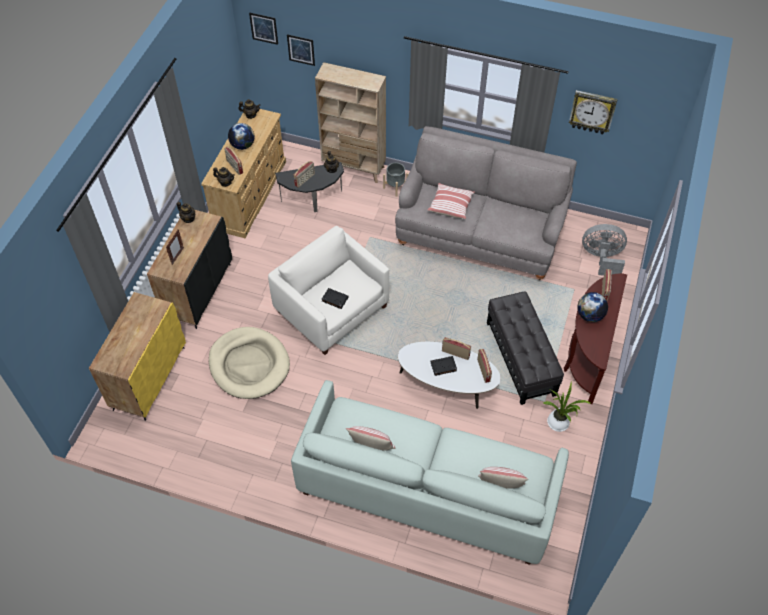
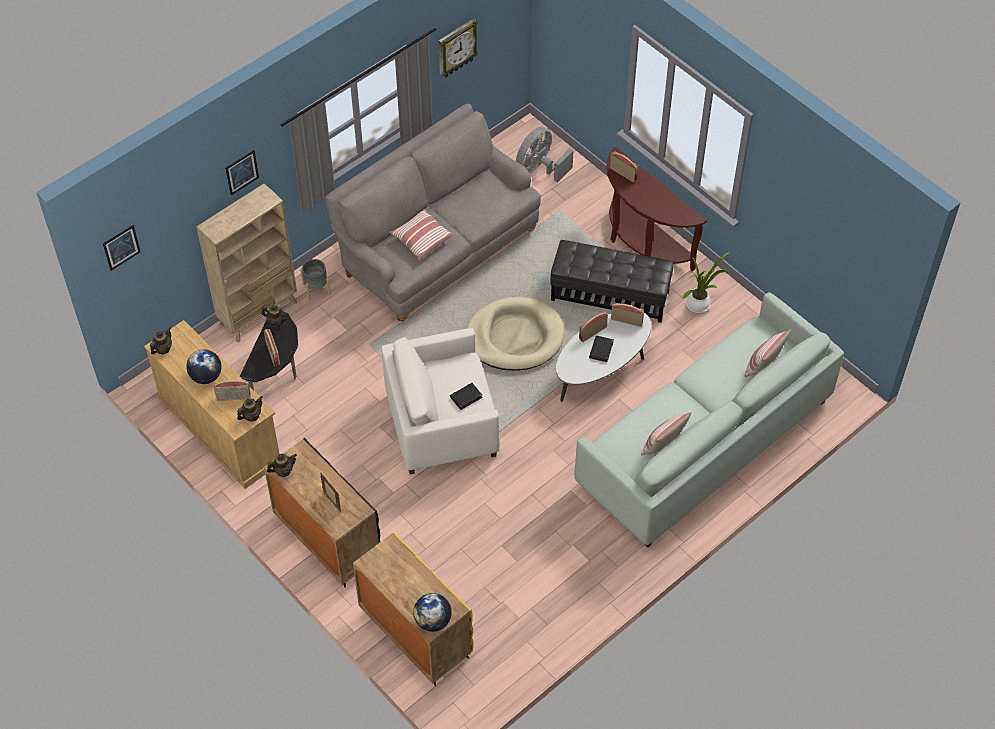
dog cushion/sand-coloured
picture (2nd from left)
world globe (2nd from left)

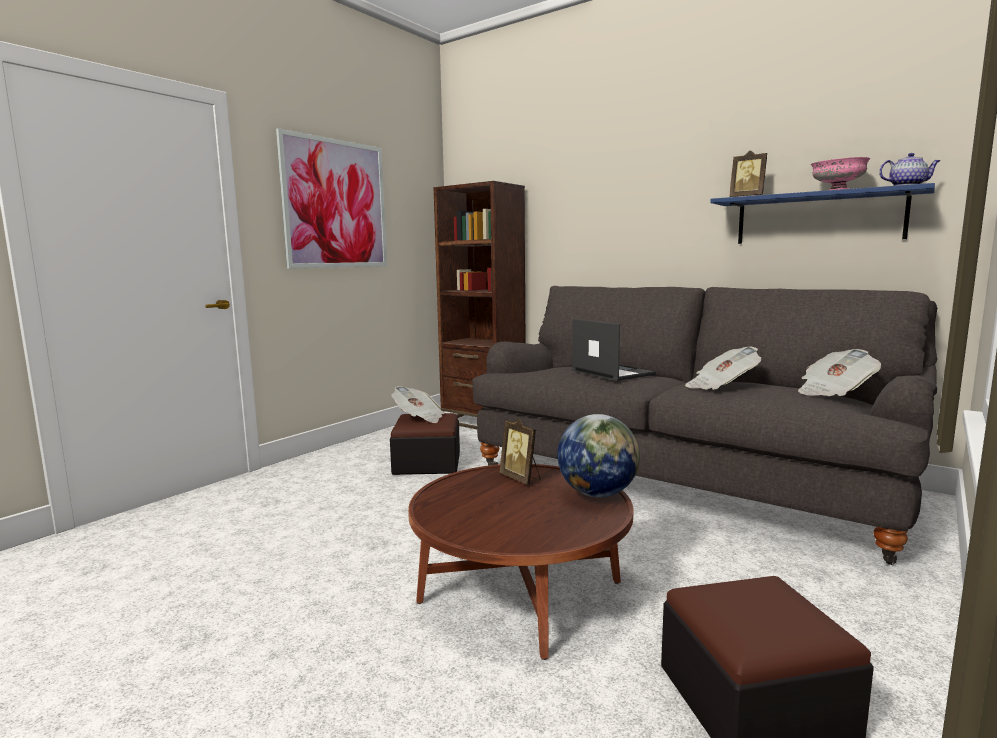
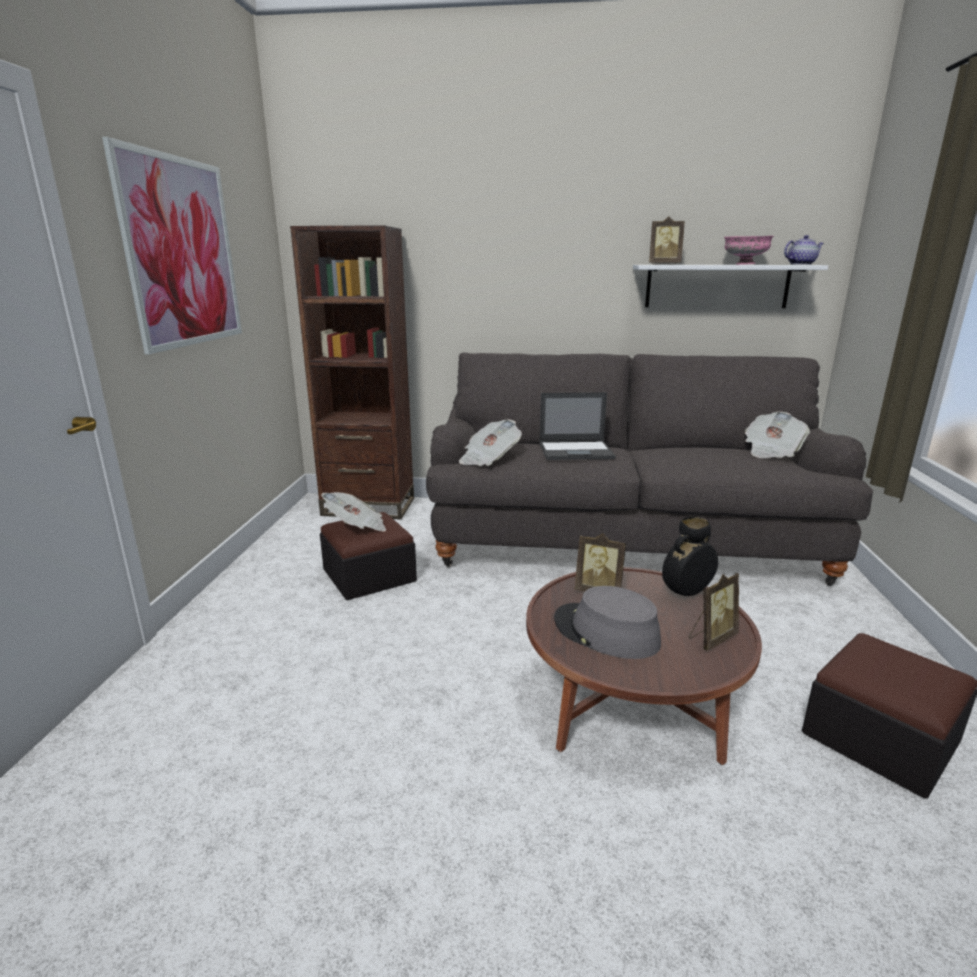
wearable hat/grey
picture frame (3rd from left)
newspaper (2nd from left)
decorative vase/blackish
bracket shelf/whitish
laptop

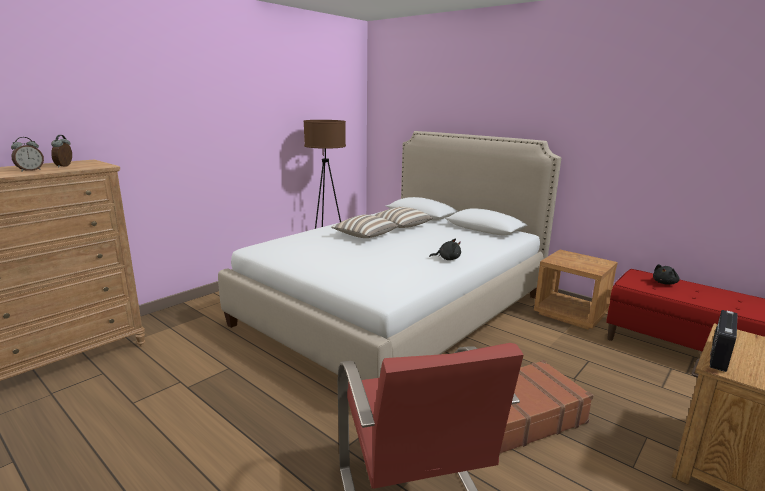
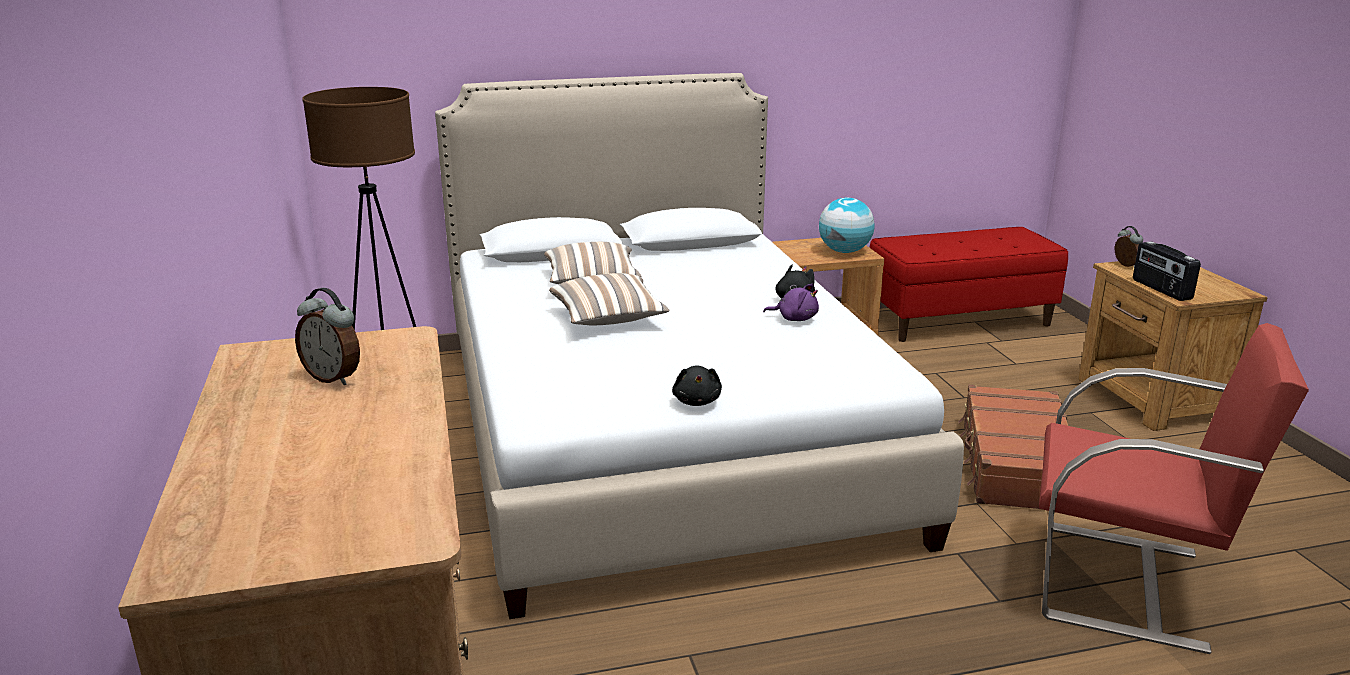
soft toy/purple
world globe
alarm clock (2nd from left)
soft toy/blackish (1st from left)

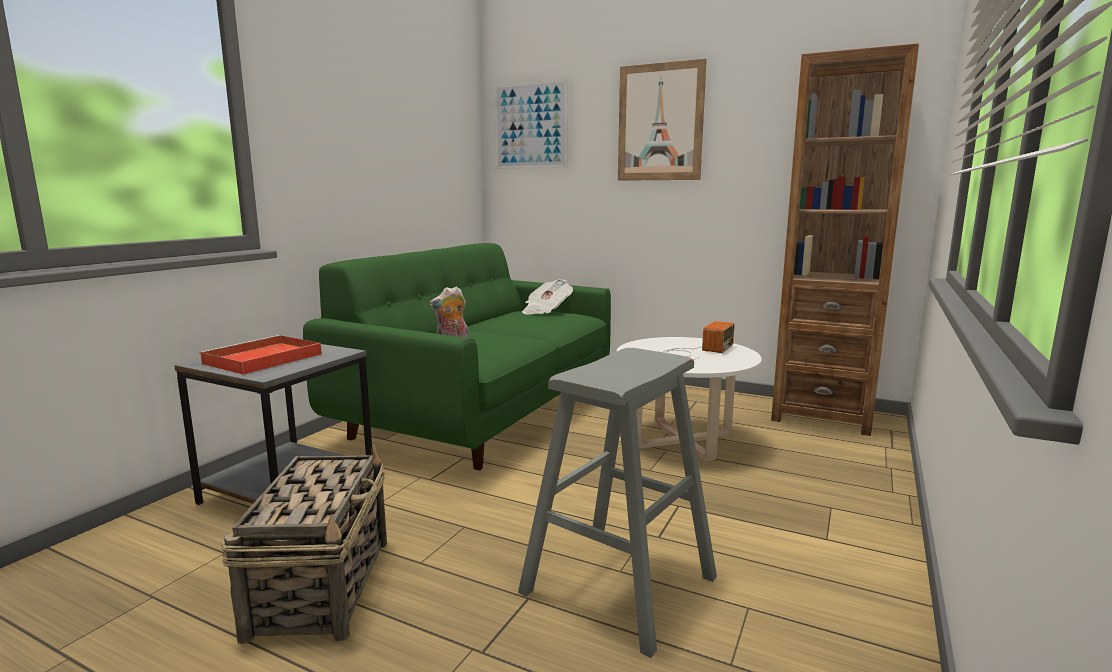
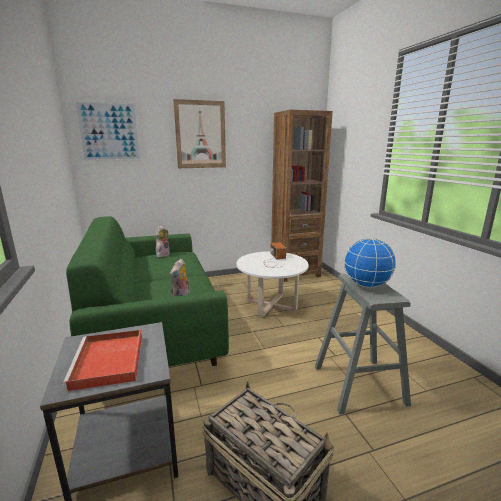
world globe
soft toy (1st from left)

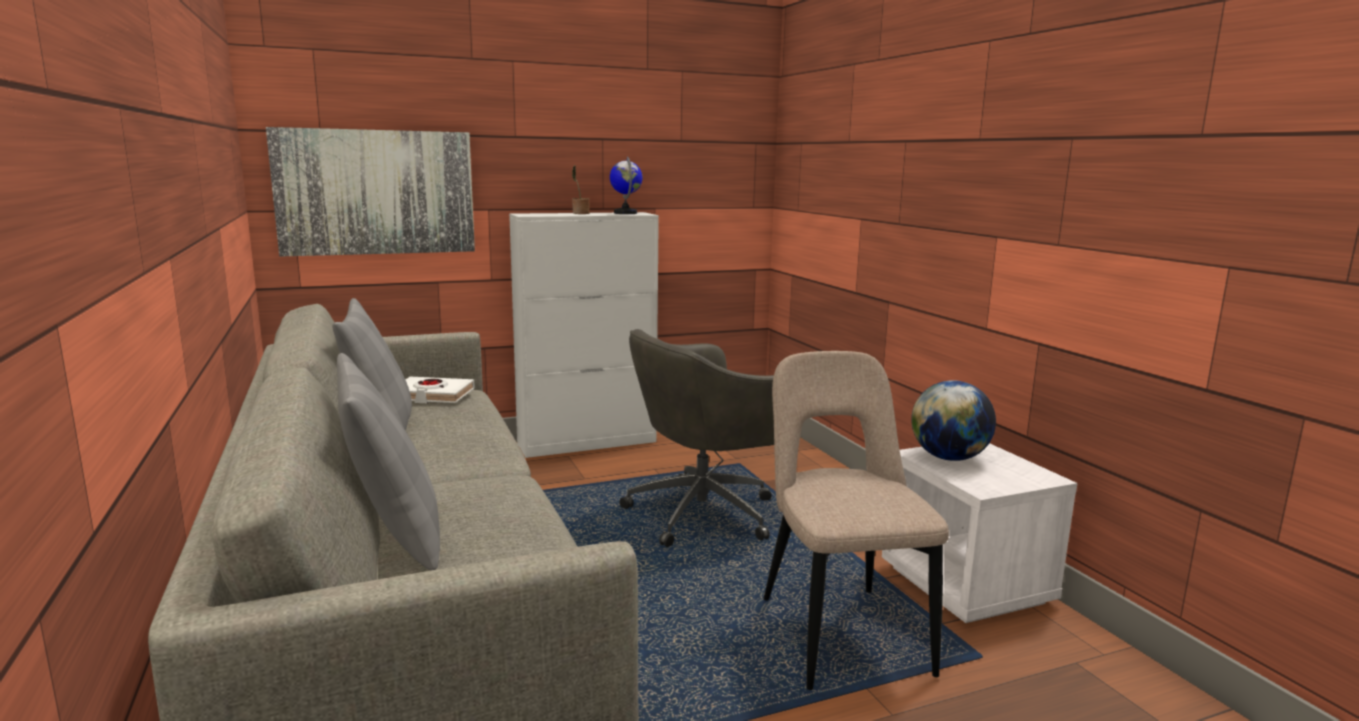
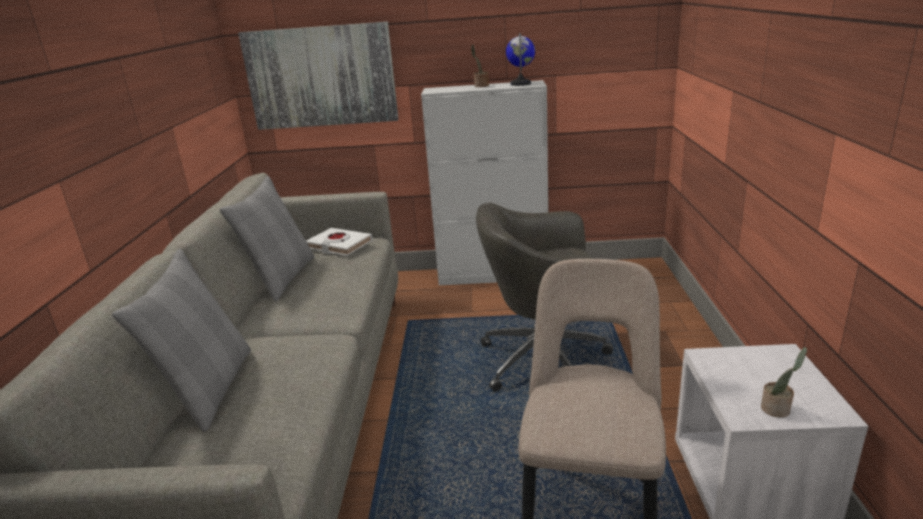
world globe (2nd from left in the first image)
plant in a pot (2nd from left)

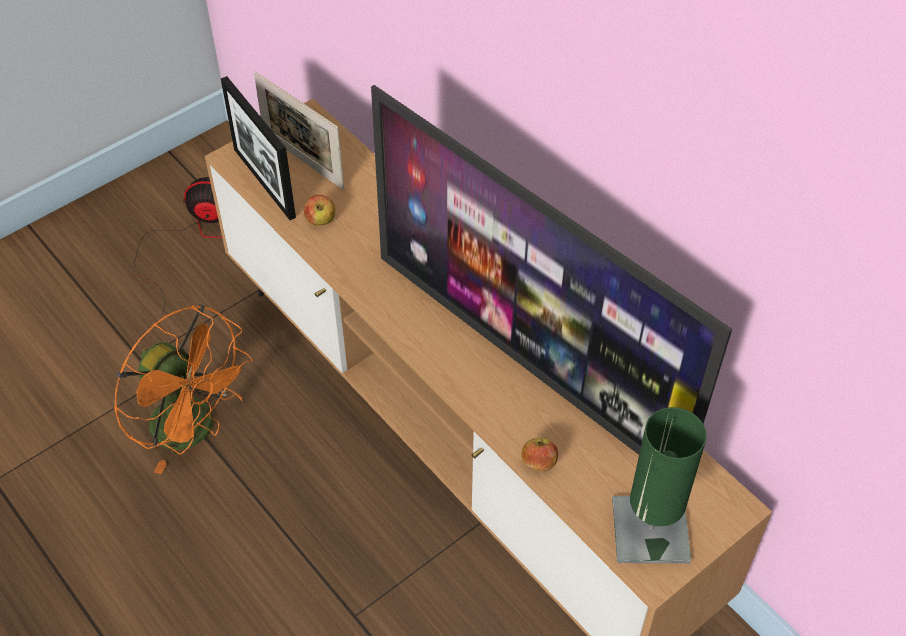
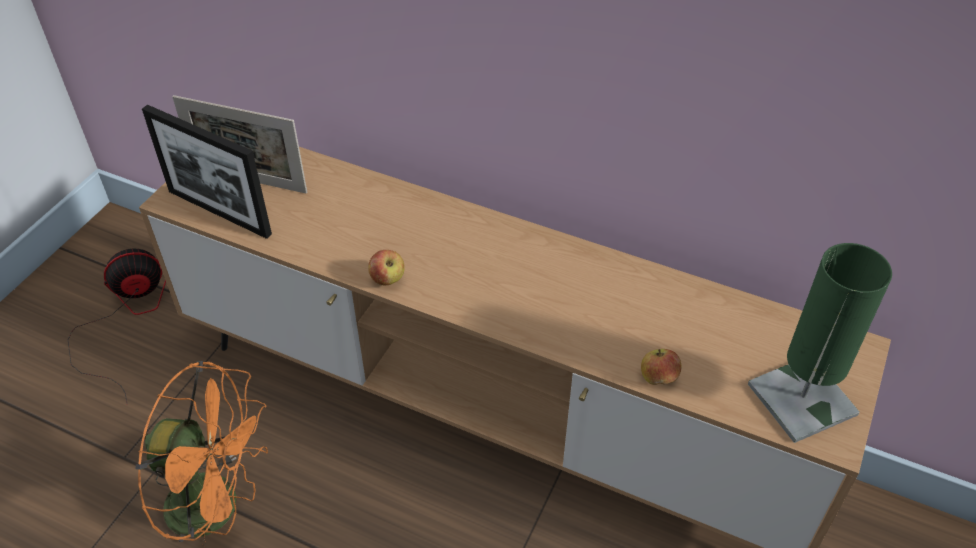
TV
whole apple (1st from left)

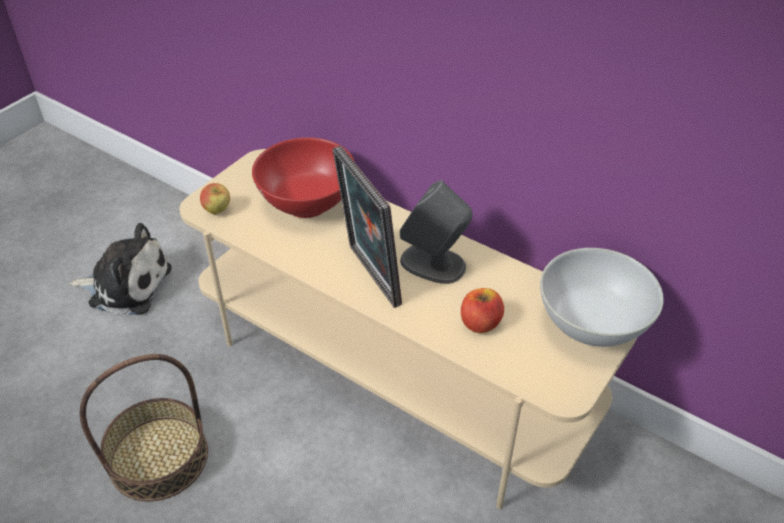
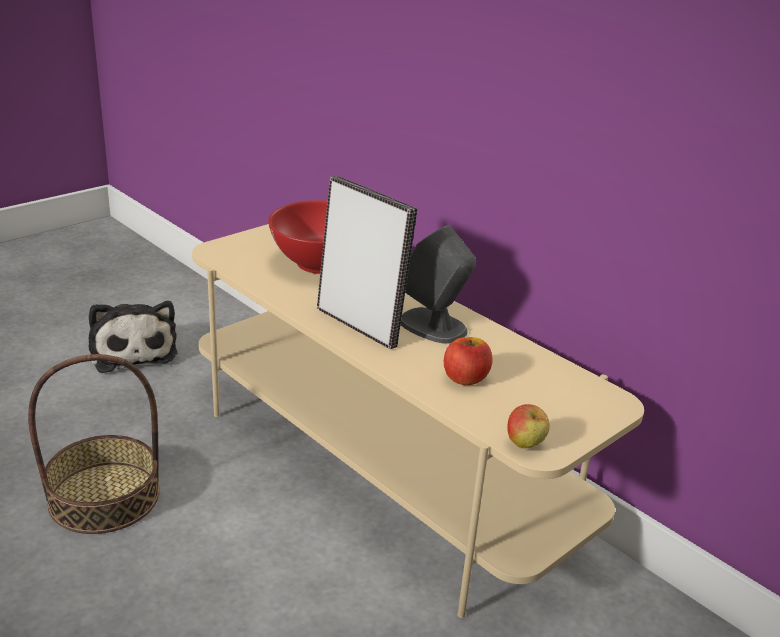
serving bowl/whitish
whole apple (2nd from left)
soft toy
picture frame

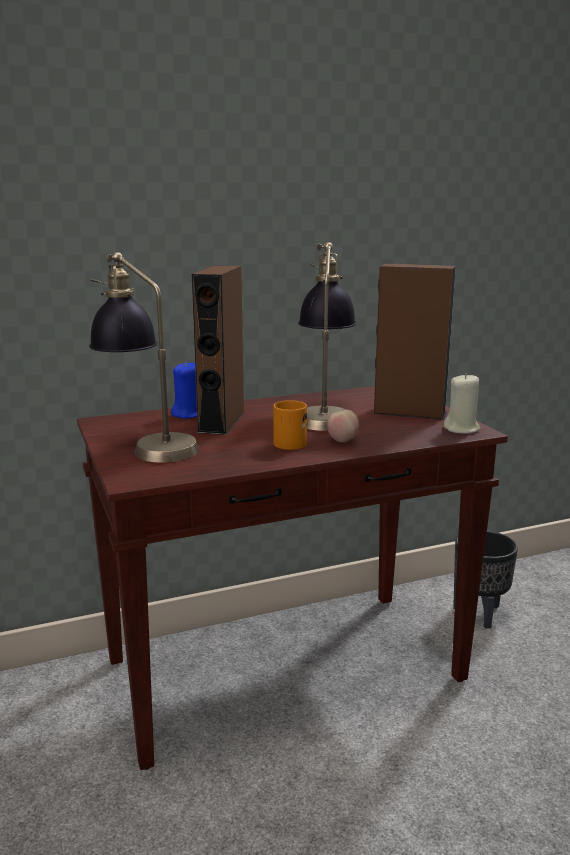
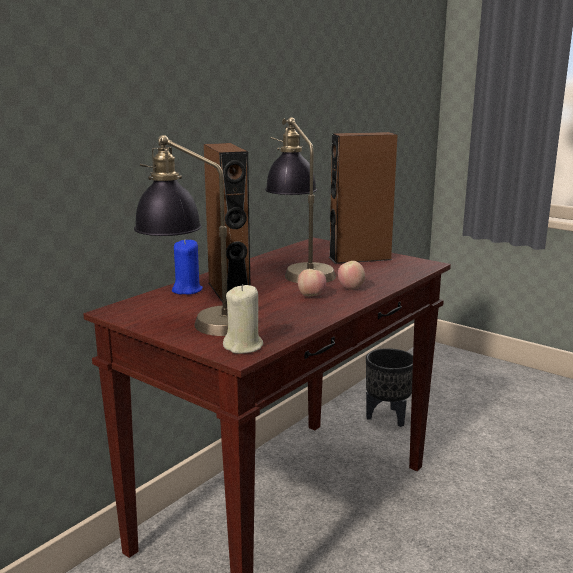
candle/sand-coloured
whole apple (1st from left)

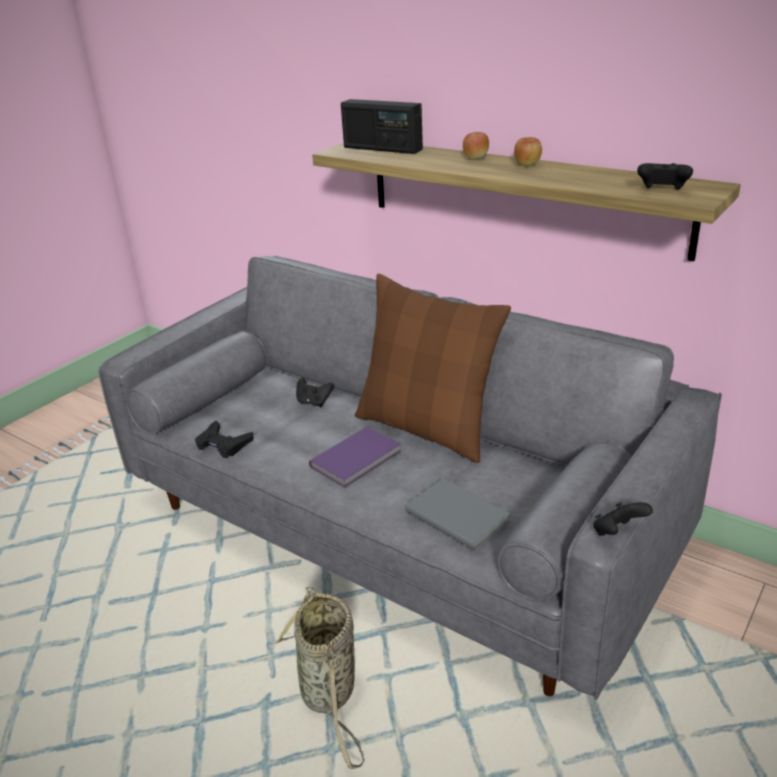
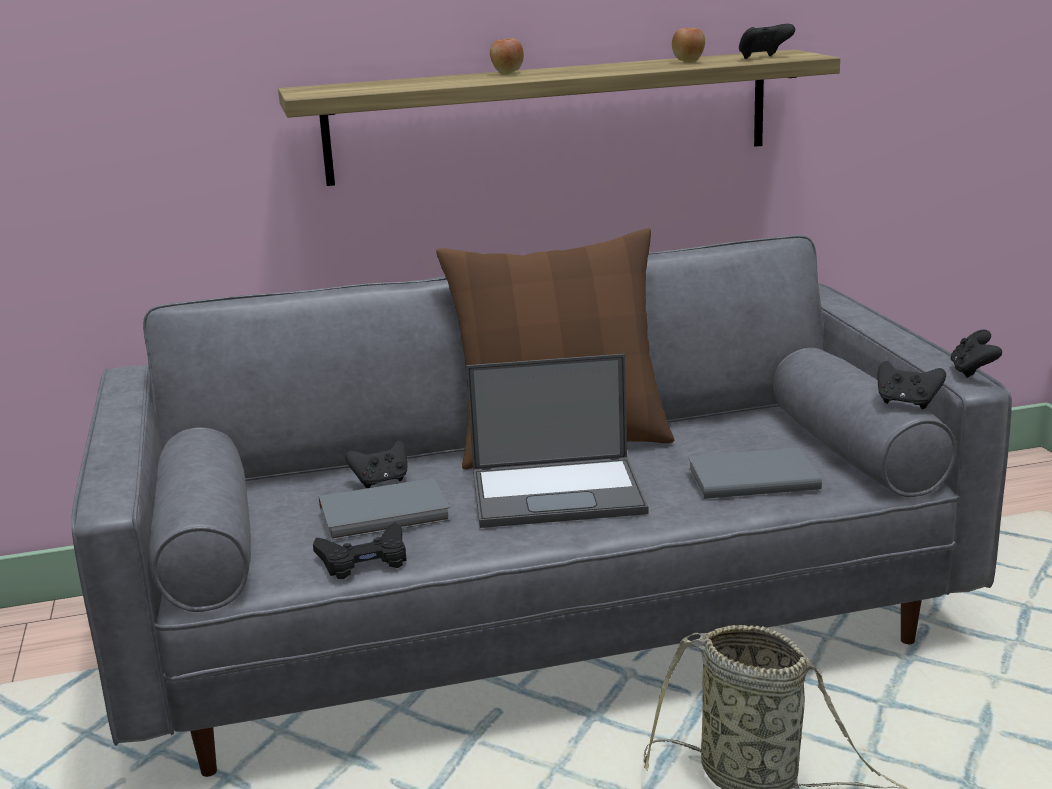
radio receiver
book/grey (1st from left)
joypad/blackish (4th from left)
whole apple (2nd from left)
laptop

